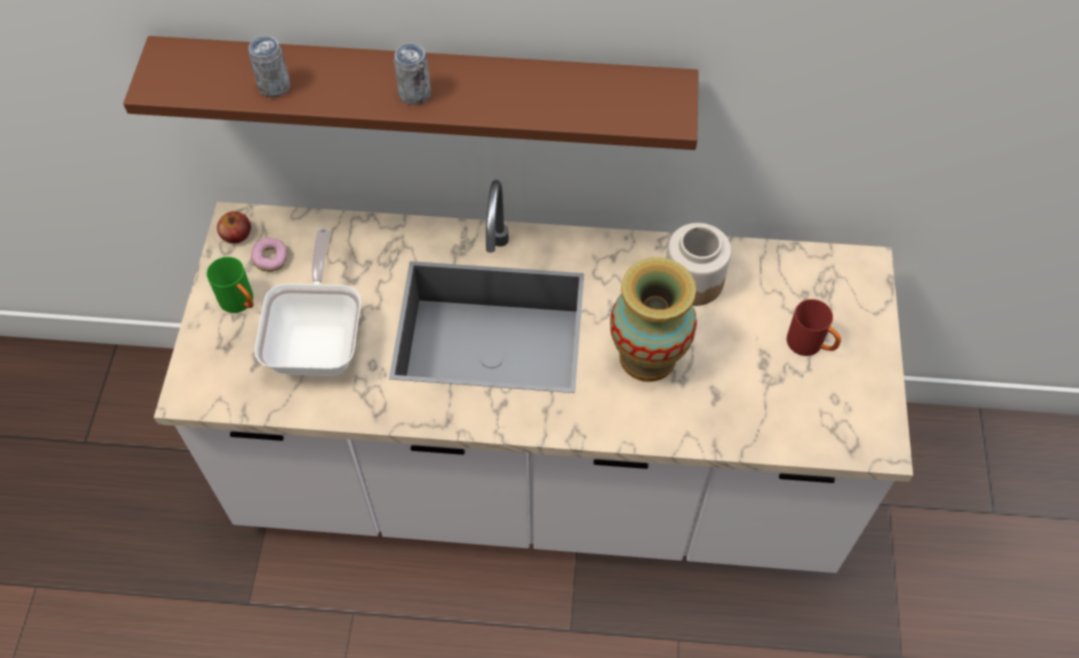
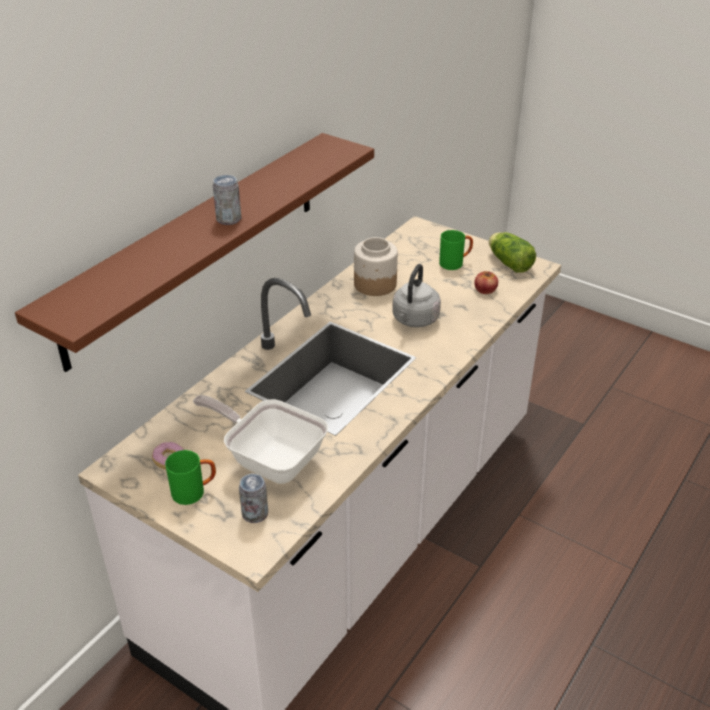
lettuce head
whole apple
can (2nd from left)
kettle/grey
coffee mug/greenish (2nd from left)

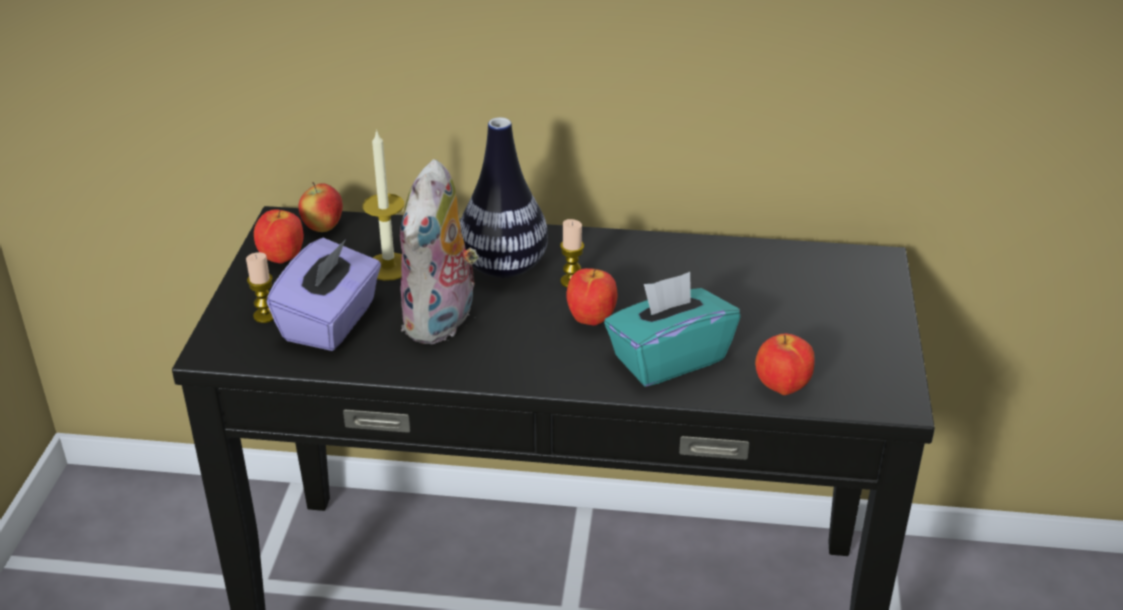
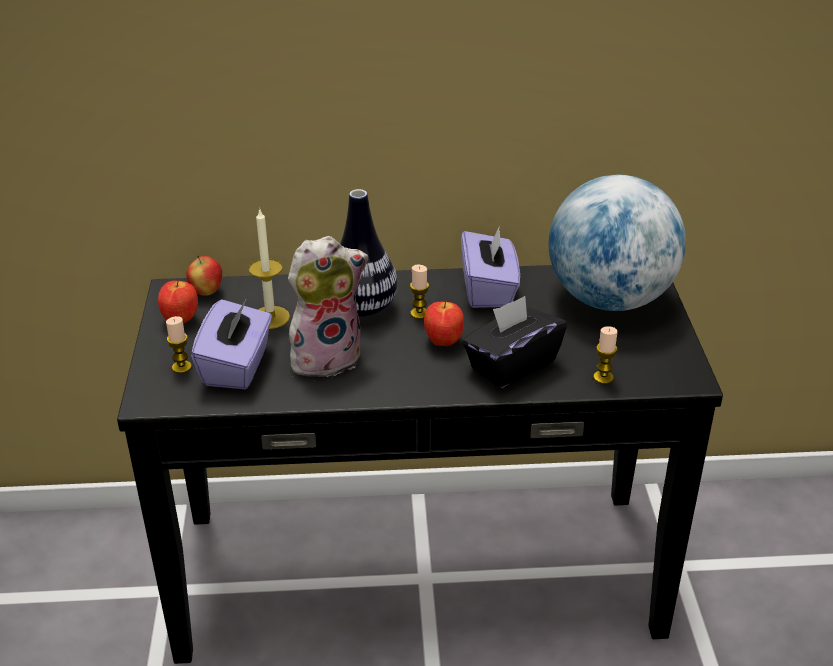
tissue box/purple (2nd from left)
world globe
candle (4th from left)
tissue box/blackish
soft toy

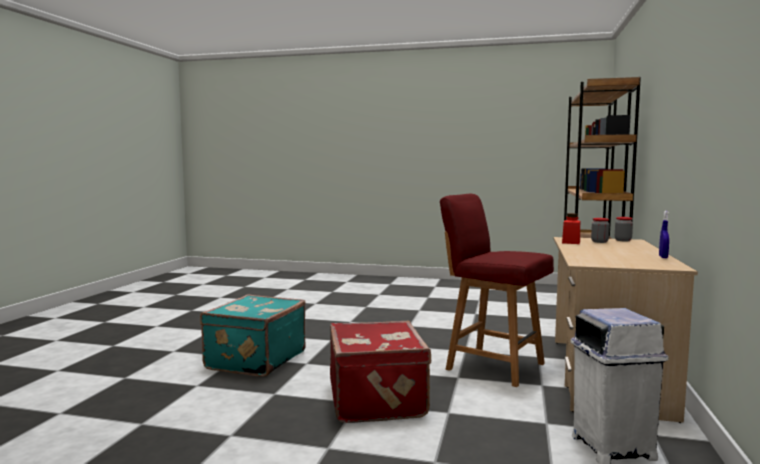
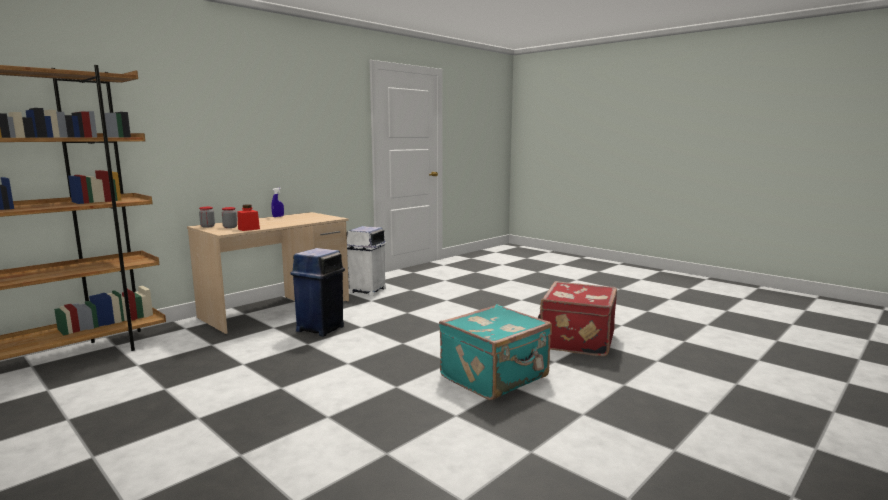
piece of luggage/red
waste bin/blue

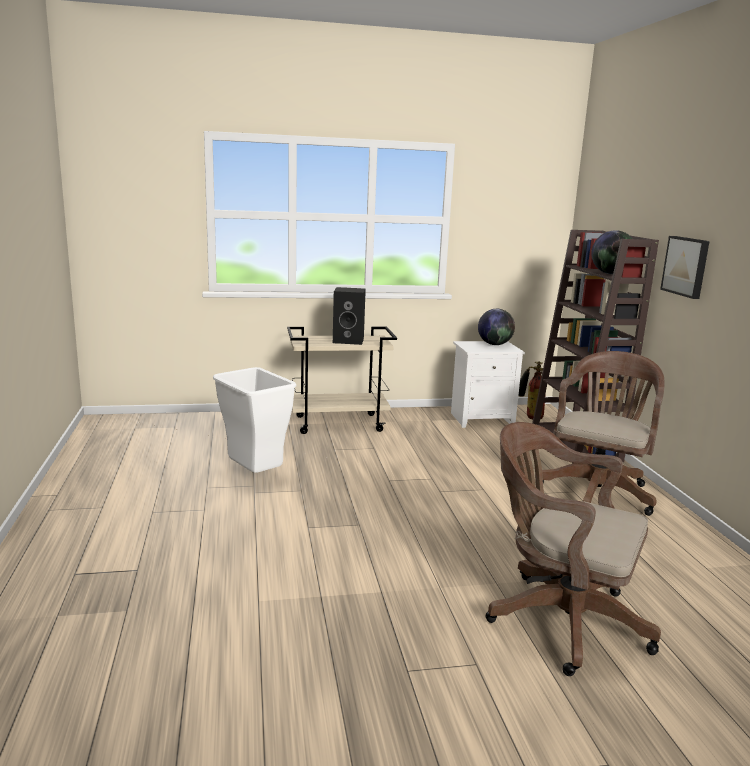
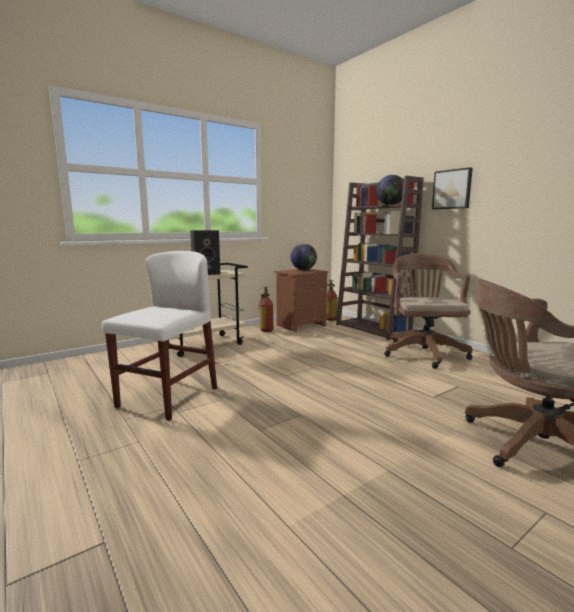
fire-fighting cylinder (1st from left)
chair/whitish
nightstand/brownish

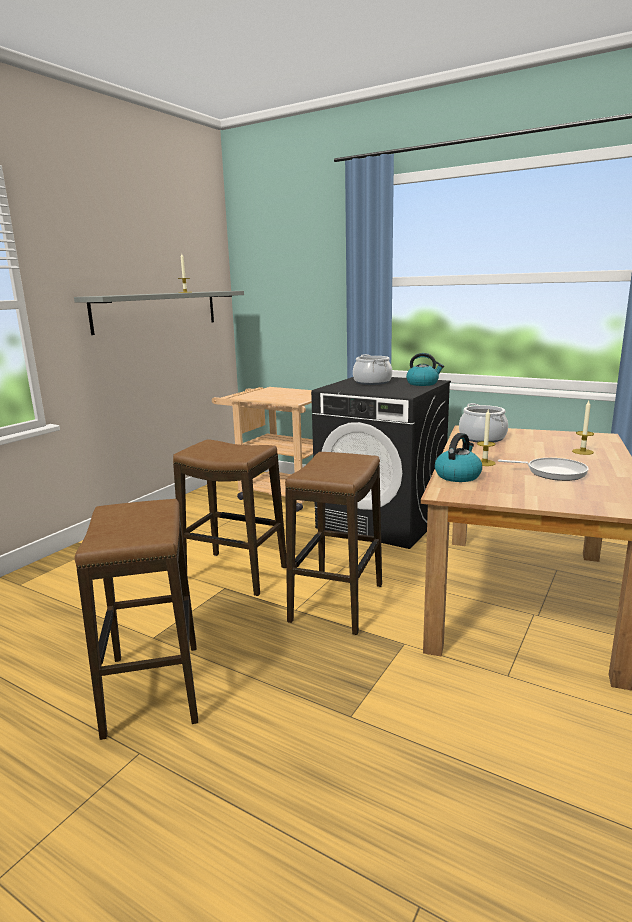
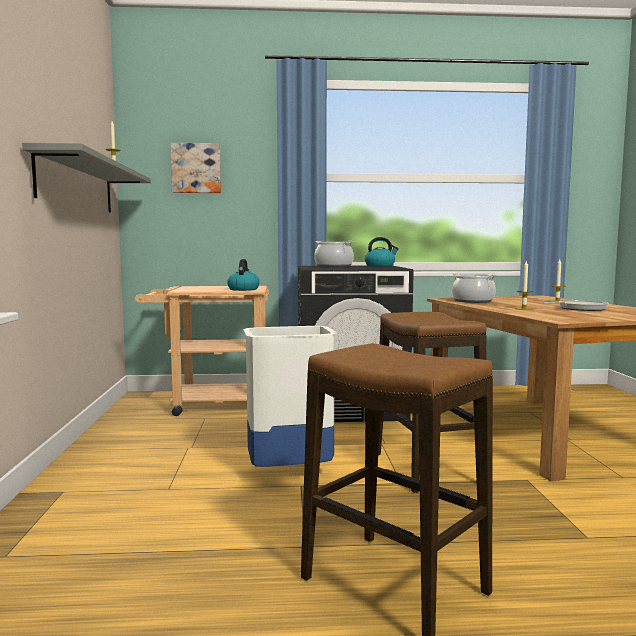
picture
kettle (1st from left)
waste bin/whitish

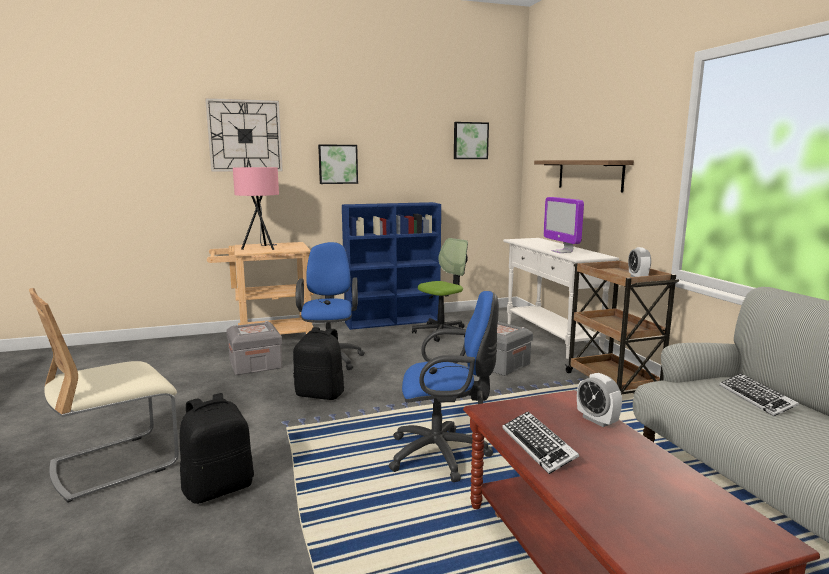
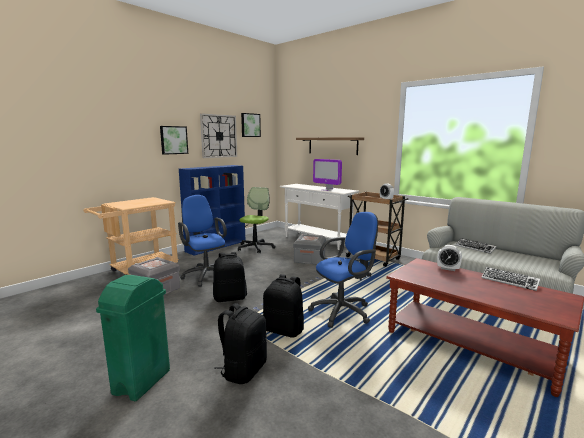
tabletop lamp/pinkish
rucksack/blackish (3rd from left)
hanging clock
computer keyboard (2nd from left)
waste bin/greenish

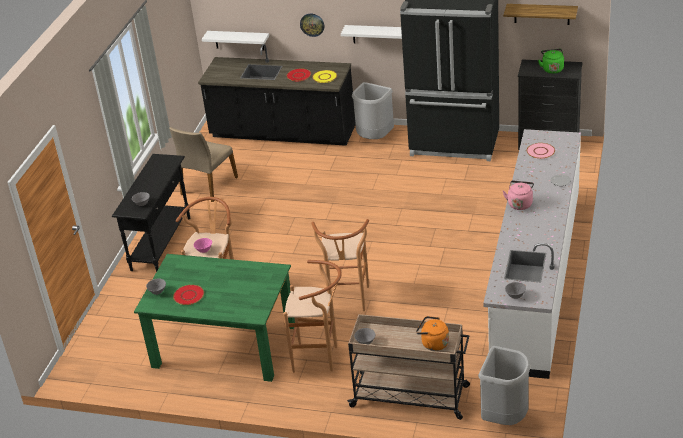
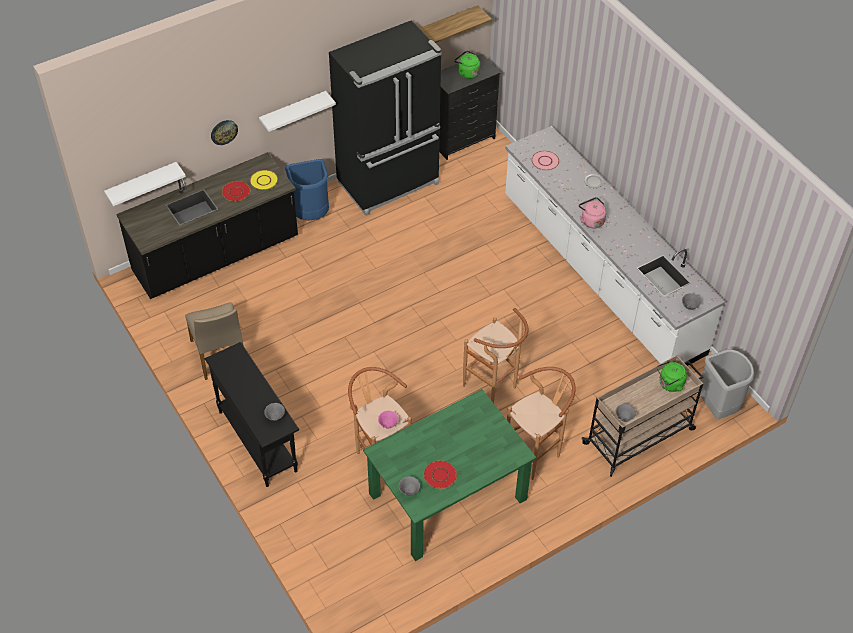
waste bin/blue
kettle/greenish (2nd from left)

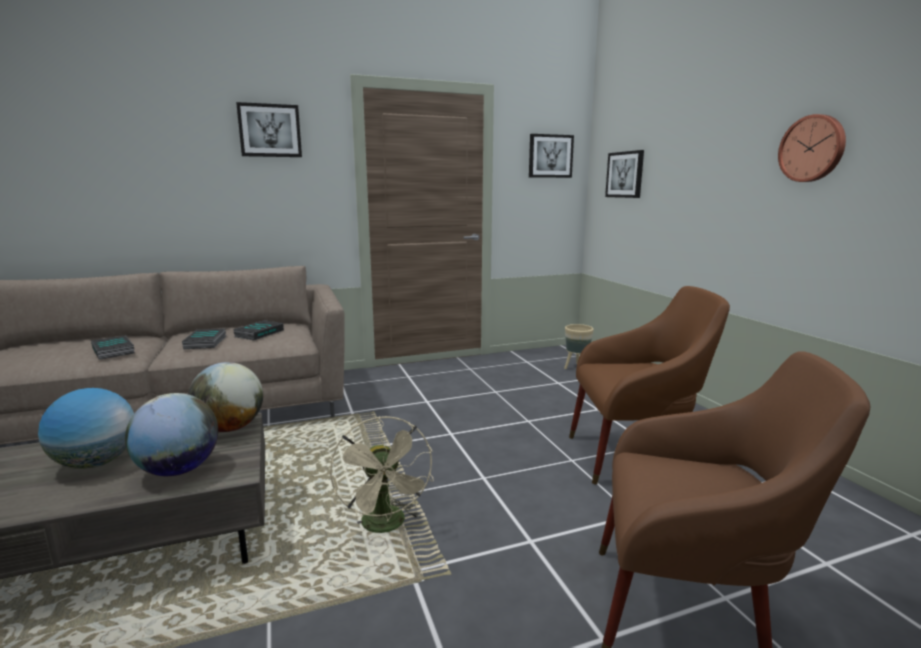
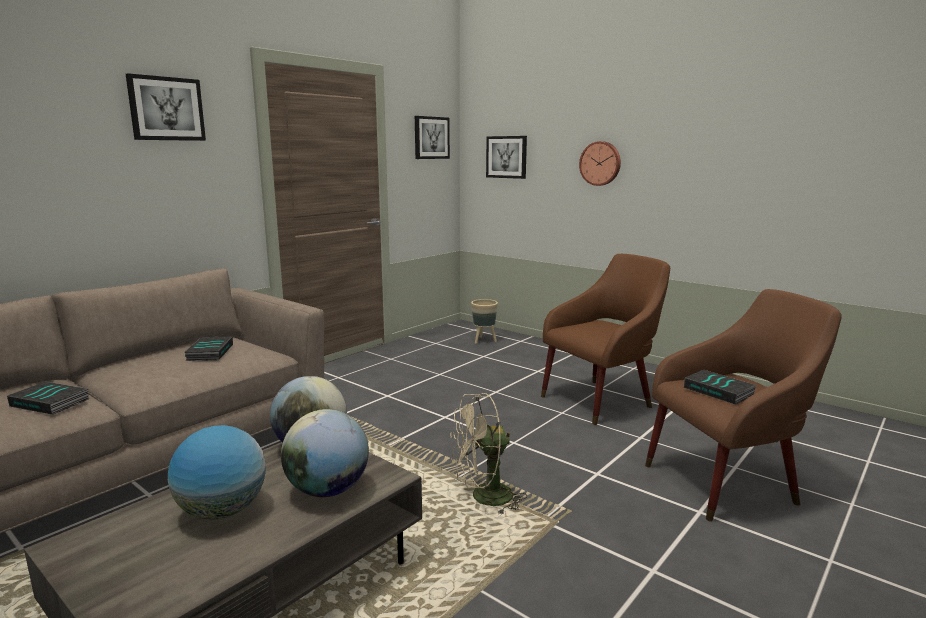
book (3rd from left)
hanging clock
fan/sand-coloured

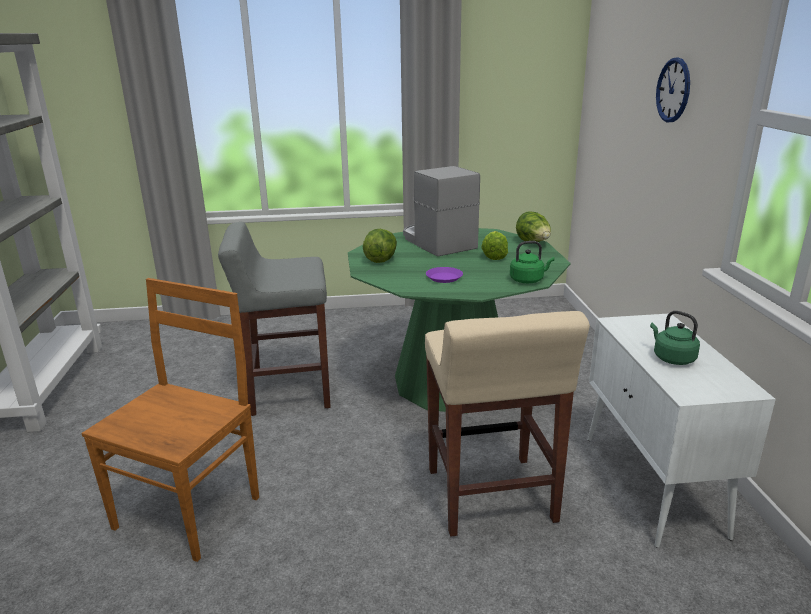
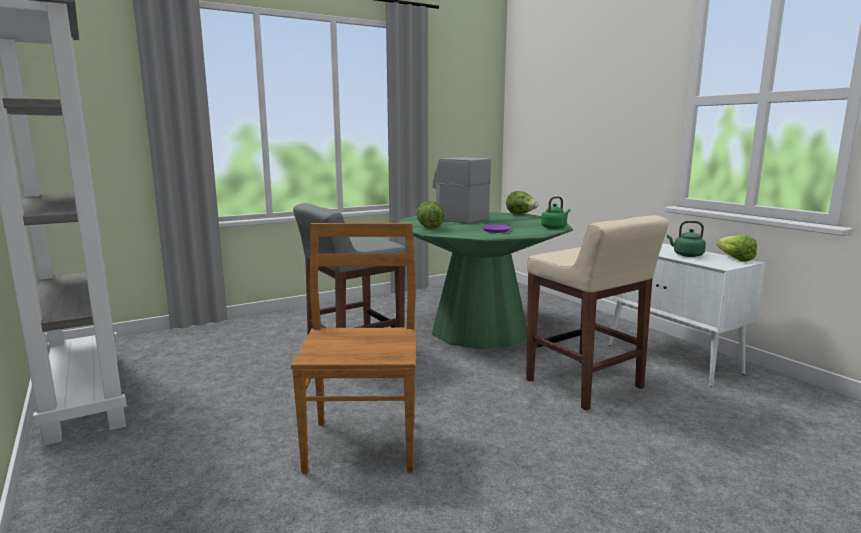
hanging clock
lettuce head (3rd from left)

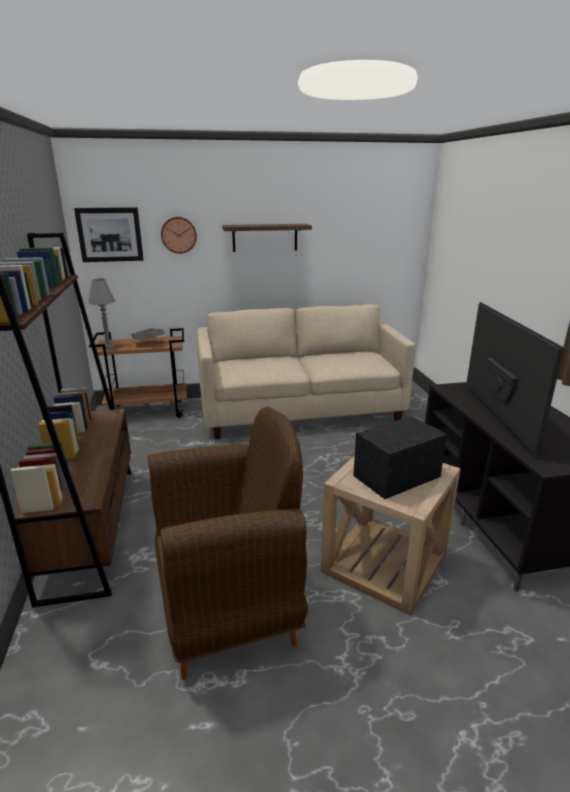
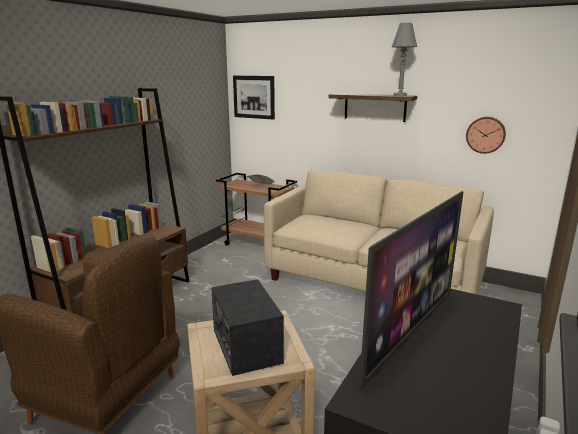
tabletop lamp/grey
hanging clock
radio receiver

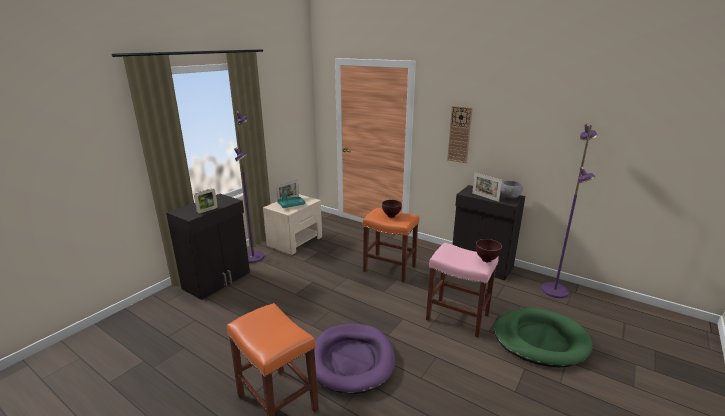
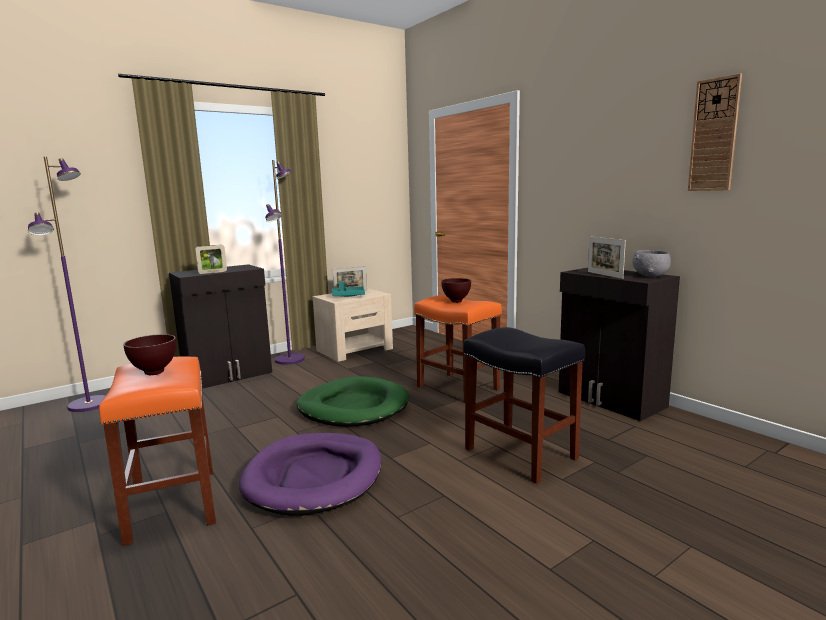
hanging clock
serving bowl/brownish (1st from left)
dog cushion/greenish
floor lamp/purple (1st from left)
stool/blackish

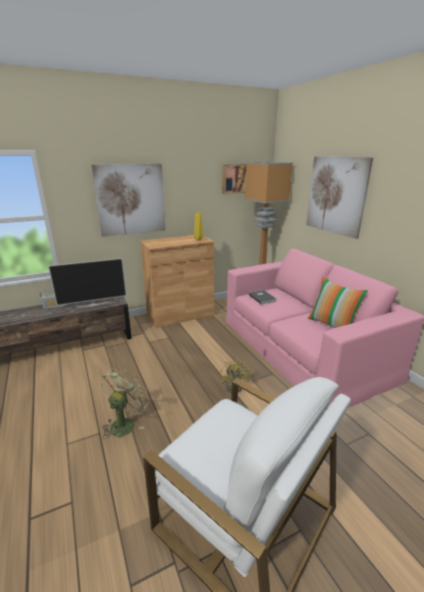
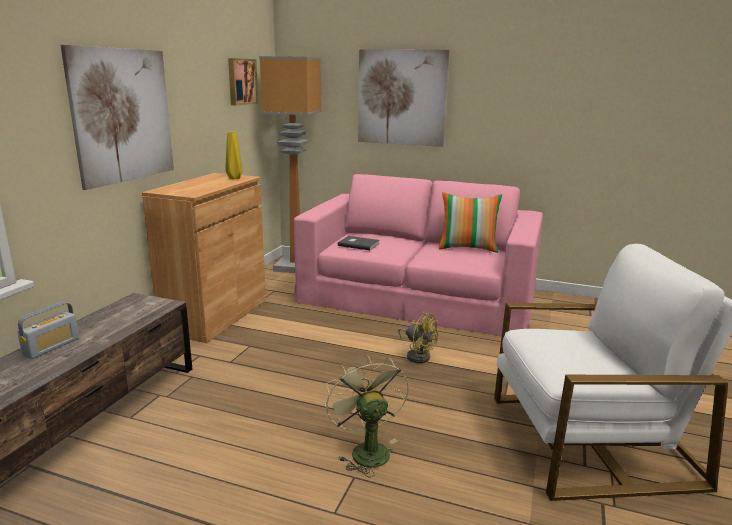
TV

